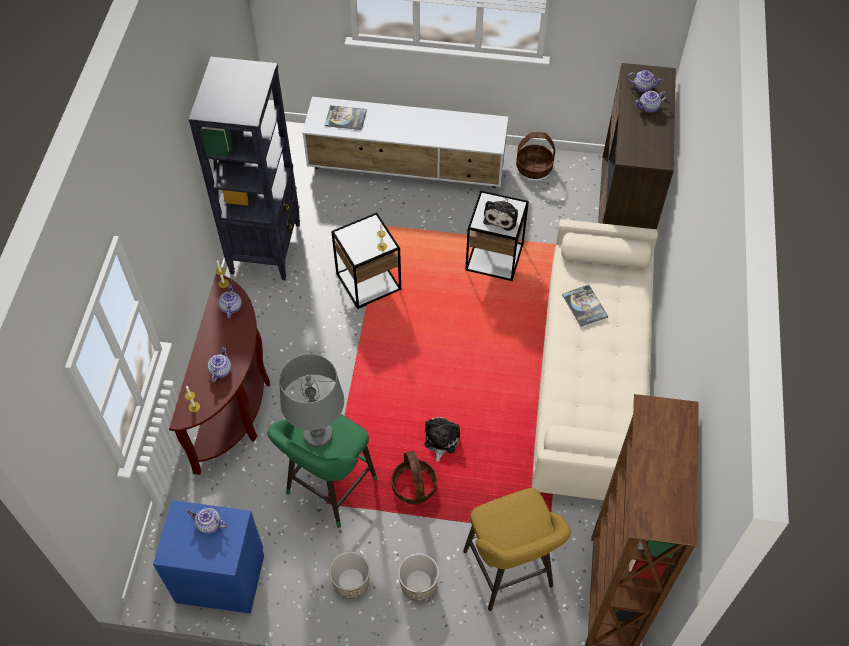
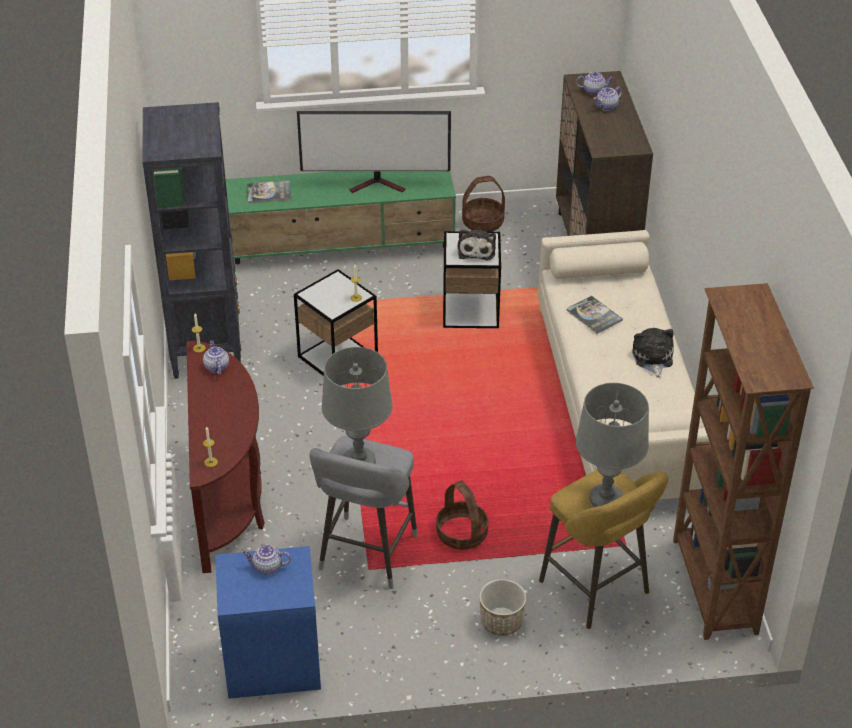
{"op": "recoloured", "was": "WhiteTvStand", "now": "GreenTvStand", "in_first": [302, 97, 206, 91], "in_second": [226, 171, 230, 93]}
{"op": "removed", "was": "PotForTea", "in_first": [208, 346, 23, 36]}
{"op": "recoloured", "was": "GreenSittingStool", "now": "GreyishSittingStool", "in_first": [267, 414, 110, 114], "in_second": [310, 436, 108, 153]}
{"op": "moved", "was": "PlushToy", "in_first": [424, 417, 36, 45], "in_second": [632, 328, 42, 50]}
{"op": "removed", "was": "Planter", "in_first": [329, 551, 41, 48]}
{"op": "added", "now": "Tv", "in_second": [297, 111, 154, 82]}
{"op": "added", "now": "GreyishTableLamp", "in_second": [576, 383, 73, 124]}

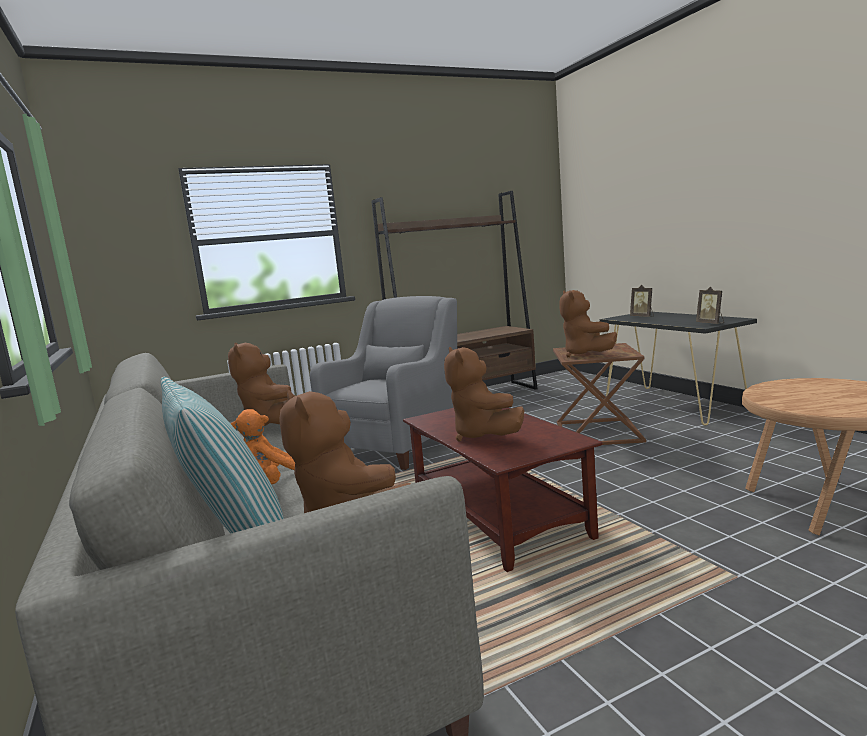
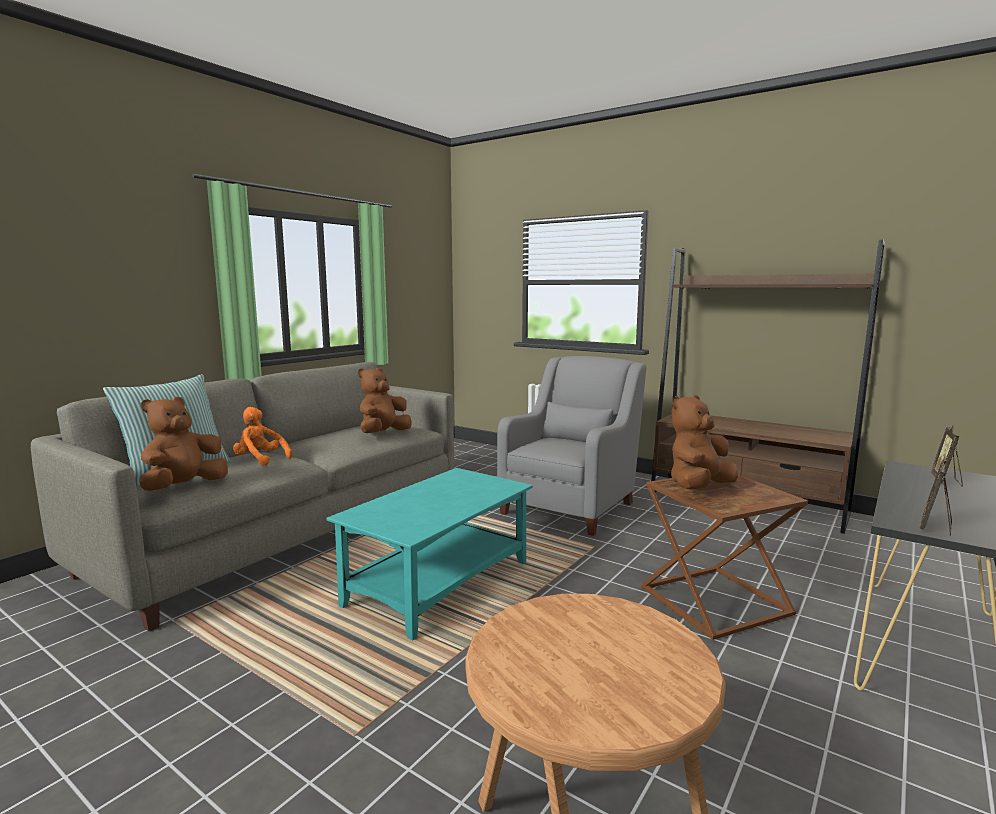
{"op": "turned", "was": "GreyishArmchair", "in_first": [310, 296, 147, 174], "in_second": [497, 356, 149, 180], "clockwise": -60}
{"op": "removed", "was": "BrownColouredPlushToy", "in_first": [444, 347, 80, 94]}
{"op": "recoloured", "was": "BrownColouredLoungeTable", "now": "TurquoiseColouredLoungeTable", "in_first": [403, 408, 200, 164], "in_second": [327, 468, 206, 172]}

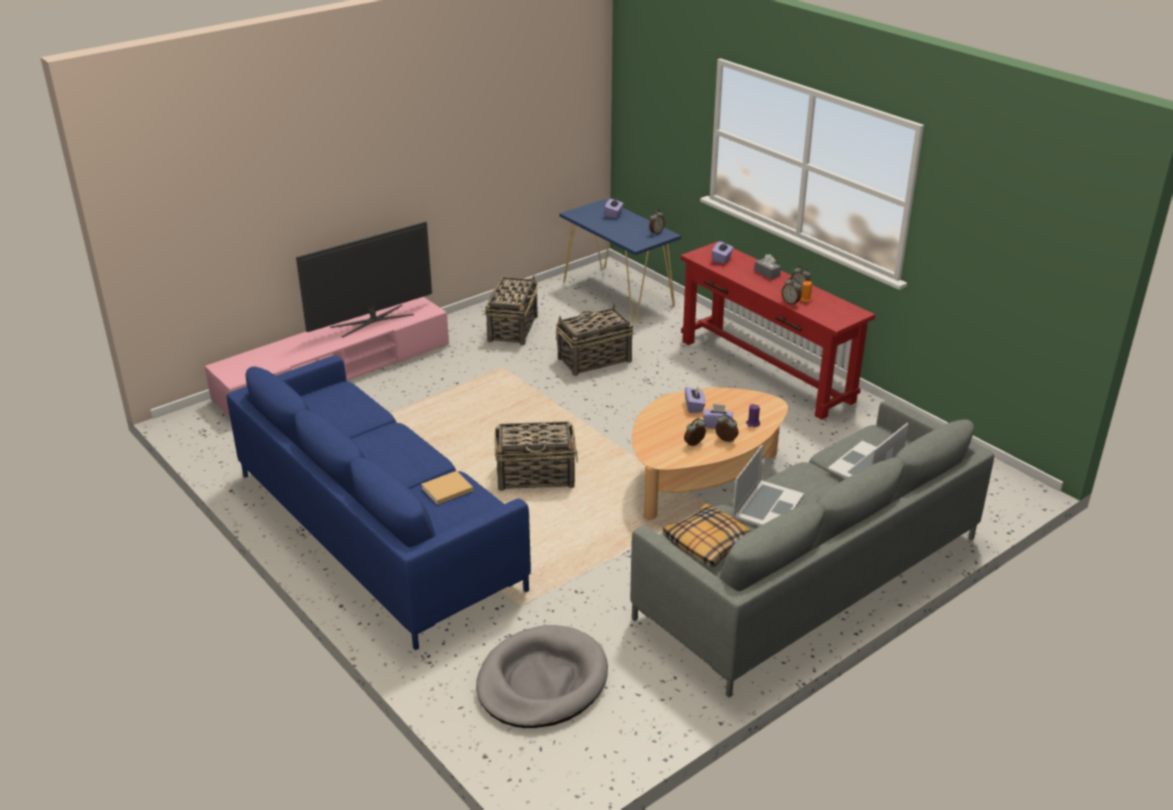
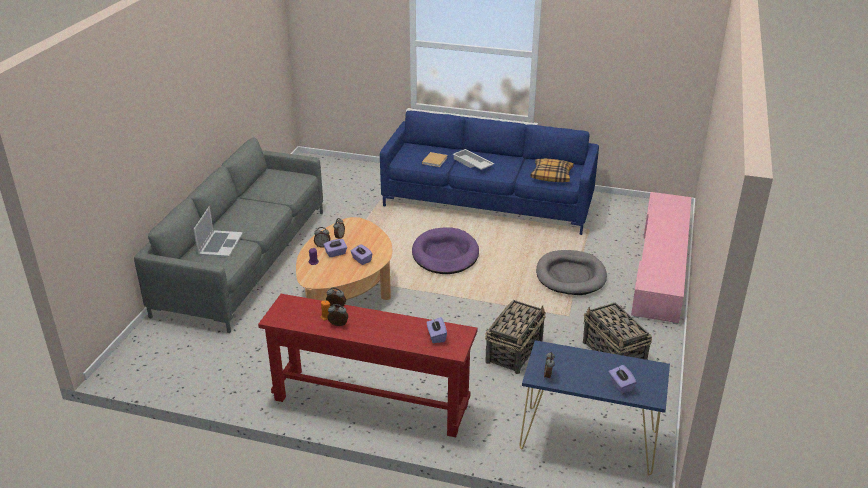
{"op": "removed", "was": "Tv", "in_first": [296, 221, 136, 116]}
{"op": "removed", "was": "GreyishTissueHolder", "in_first": [755, 254, 26, 25]}
{"op": "replaced", "was": "StorageBasket", "now": "PurpleDogCushion", "in_first": [494, 421, 84, 70], "in_second": [412, 227, 67, 47]}
{"op": "removed", "was": "PortableComputer", "in_first": [733, 445, 71, 81]}
{"op": "moved", "was": "ThrowPillow", "in_first": [663, 504, 88, 63], "in_second": [530, 159, 44, 23]}
{"op": "moved", "was": "GreyishDogCushion", "in_first": [476, 625, 132, 103], "in_second": [536, 250, 71, 45]}
{"op": "added", "now": "WhiteCarryingTray", "in_second": [453, 149, 41, 21]}

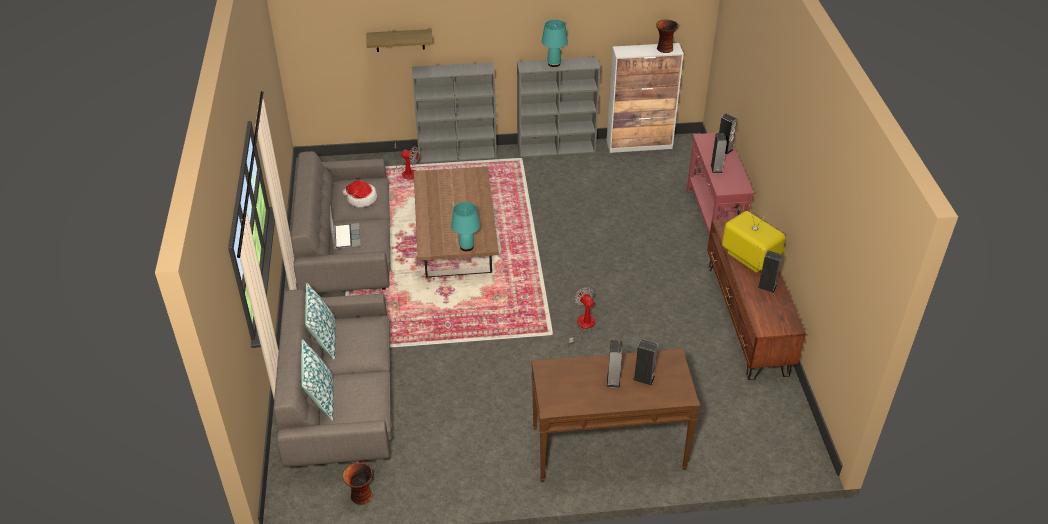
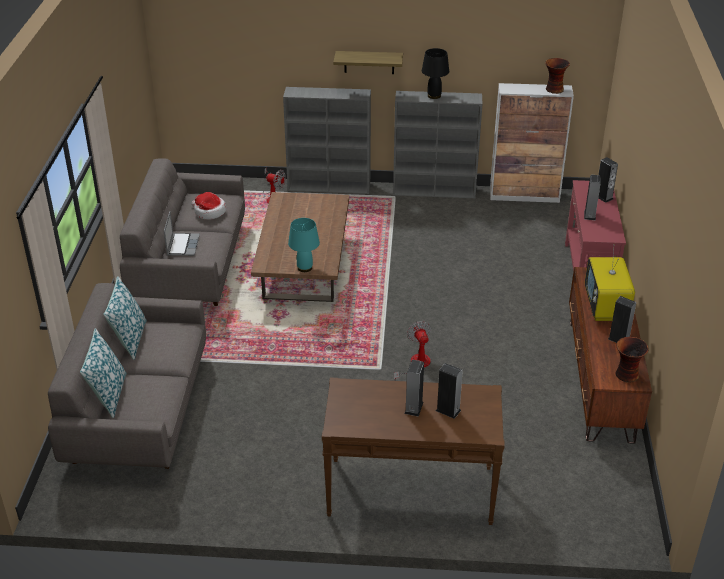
{"op": "recoloured", "was": "TurquoiseColouredTableLamp", "now": "BlackTableLamp", "in_first": [542, 20, 26, 47], "in_second": [422, 48, 27, 51]}
{"op": "moved", "was": "WallShelf", "in_first": [367, 29, 66, 23], "in_second": [333, 51, 70, 23]}
{"op": "turned", "was": "Tv", "in_first": [722, 205, 64, 68], "in_second": [585, 250, 50, 71], "clockwise": -150}
{"op": "moved", "was": "Vase", "in_first": [343, 463, 30, 42], "in_second": [615, 337, 34, 46]}

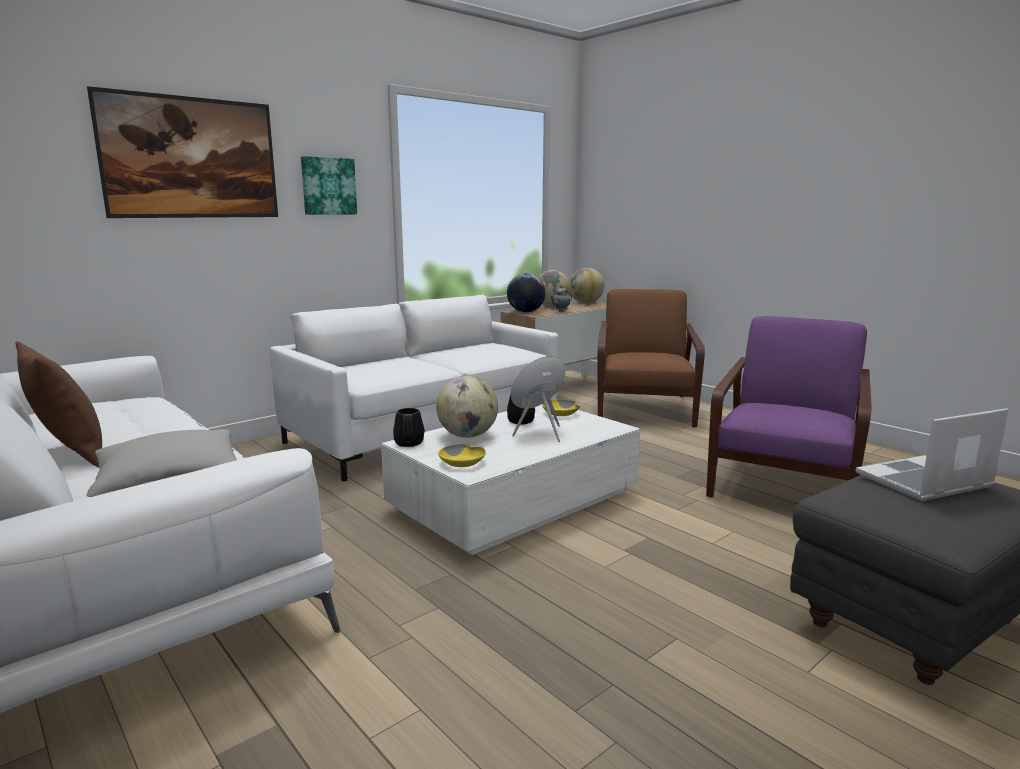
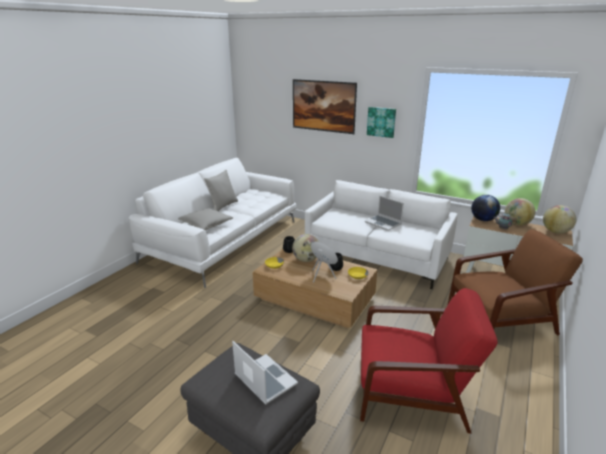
{"op": "recoloured", "was": "PurpleArmchair", "now": "RedColouredArmchair", "in_first": [706, 316, 166, 181], "in_second": [360, 288, 138, 146]}
{"op": "recoloured", "was": "BrownColouredThrowPillow", "now": "GreyishThrowPillow", "in_first": [15, 342, 87, 125], "in_second": [204, 170, 34, 41]}
{"op": "recoloured", "was": "WhiteLoungeTable", "now": "BrownColouredLoungeTable", "in_first": [381, 404, 259, 151], "in_second": [253, 249, 124, 79]}
{"op": "added", "now": "PortableComputer", "in_second": [365, 195, 39, 36]}

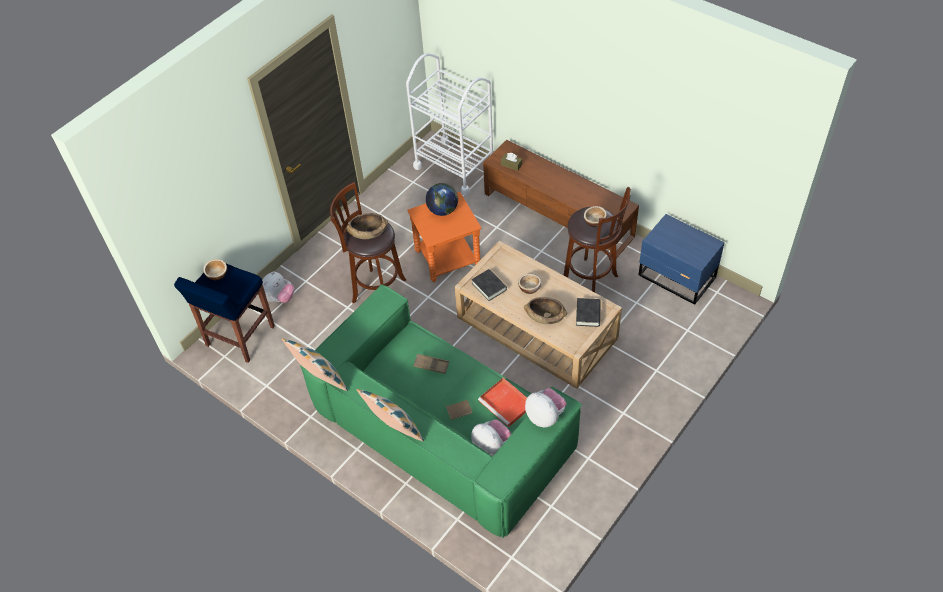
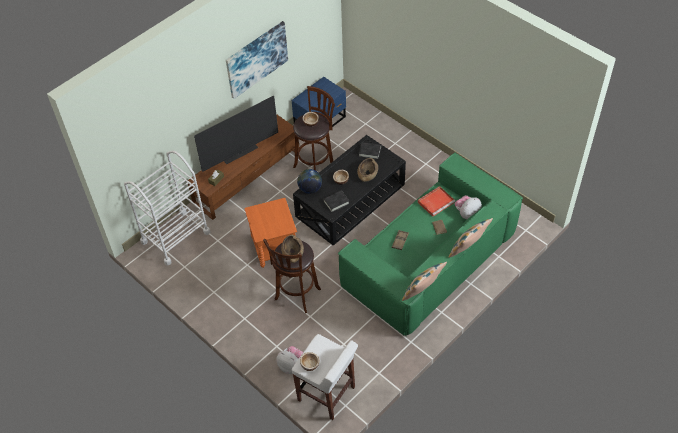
{"op": "moved", "was": "Globe", "in_first": [426, 183, 32, 33], "in_second": [297, 169, 25, 25]}
{"op": "recoloured", "was": "SandColouredLoungeTable", "now": "BlackLoungeTable", "in_first": [455, 241, 167, 148], "in_second": [293, 135, 113, 111]}
{"op": "recoloured", "was": "BlueSittingStool", "now": "WhiteSittingStool", "in_first": [174, 264, 101, 99], "in_second": [292, 334, 66, 86]}
{"op": "removed", "was": "PlushToy", "in_first": [525, 388, 41, 39]}
{"op": "added", "now": "Picture", "in_second": [226, 21, 62, 78]}
{"op": "added", "now": "Tv", "in_second": [194, 96, 84, 76]}

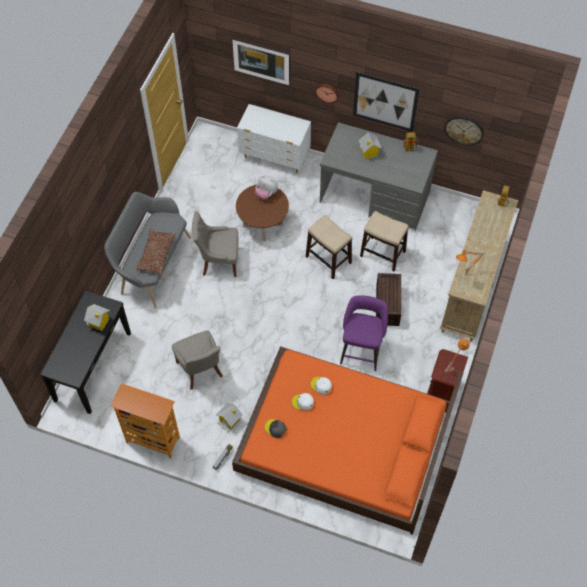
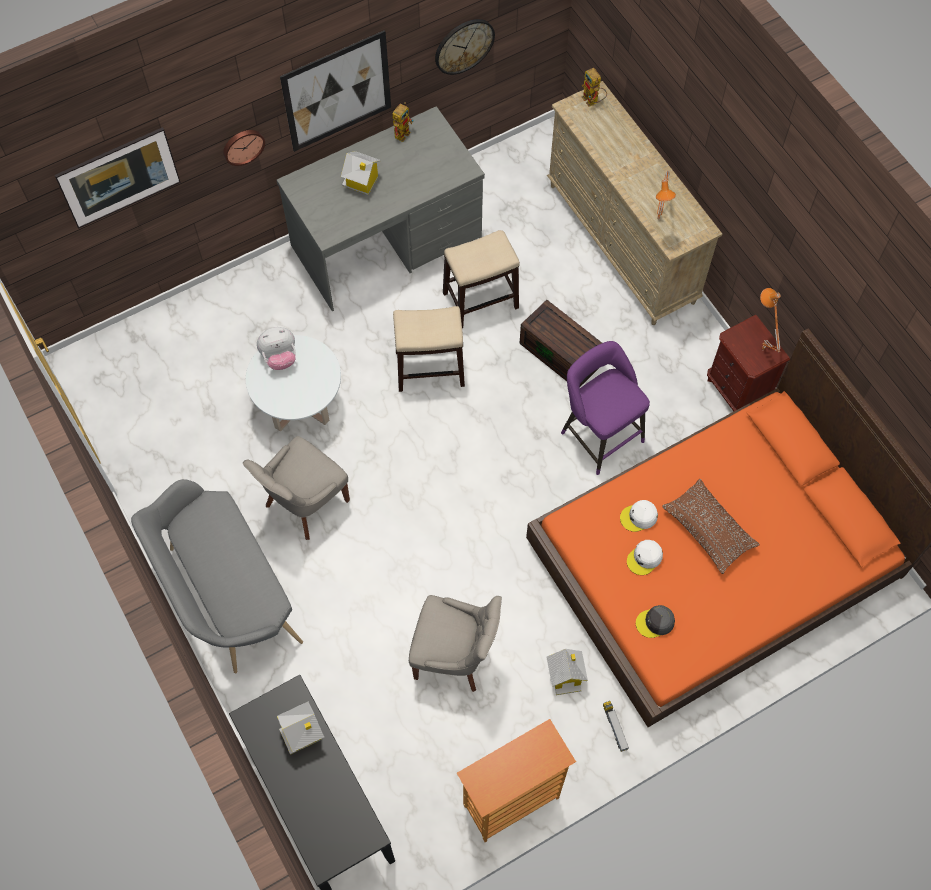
{"op": "removed", "was": "WhiteDresser", "in_first": [237, 104, 74, 69]}
{"op": "recoloured", "was": "BrownColouredLoungeTable", "now": "WhiteLoungeTable", "in_first": [236, 185, 53, 56], "in_second": [246, 335, 95, 96]}
{"op": "moved", "was": "BrownColouredThrowPillow", "in_first": [136, 229, 40, 46], "in_second": [662, 479, 98, 95]}

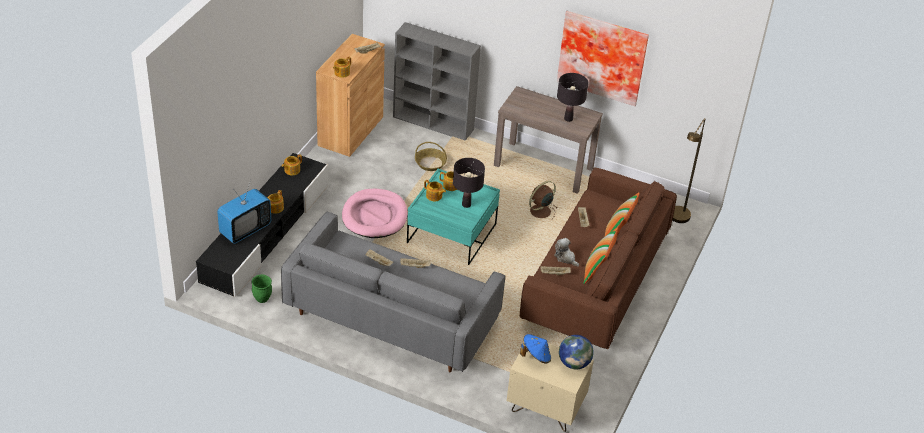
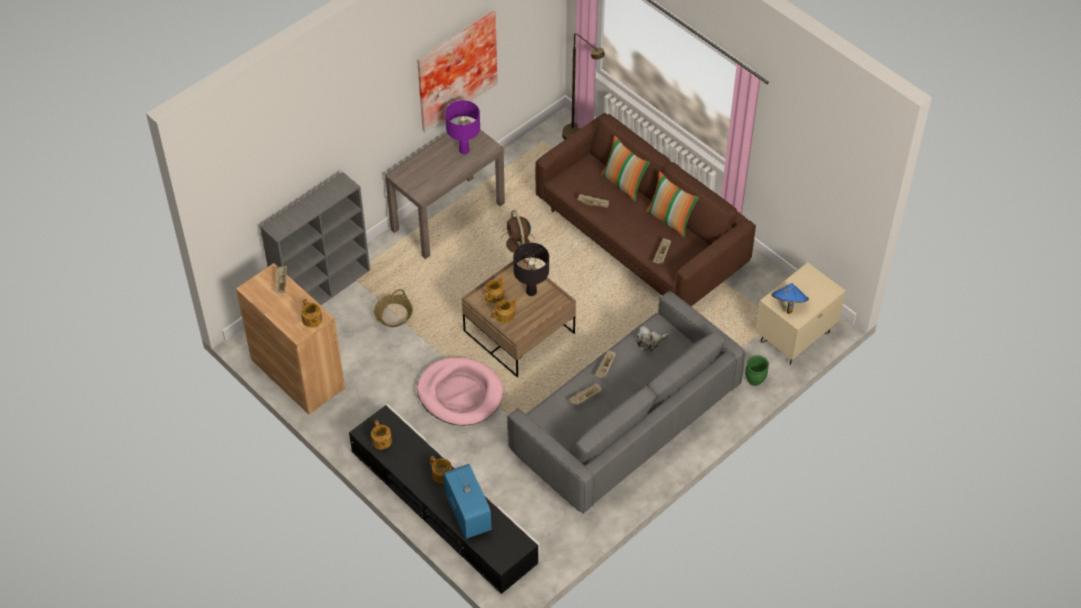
{"op": "recoloured", "was": "BlackTableLamp", "now": "PurpleTableLamp", "in_first": [557, 73, 31, 49], "in_second": [445, 100, 35, 54]}
{"op": "recoloured", "was": "TurquoiseColouredLoungeTable", "now": "BrownColouredLoungeTable", "in_first": [407, 169, 93, 96], "in_second": [462, 259, 114, 118]}
{"op": "moved", "was": "PlushToy", "in_first": [554, 238, 25, 28], "in_second": [636, 326, 34, 25]}
{"op": "moved", "was": "GreenPlanter", "in_first": [251, 274, 21, 29], "in_second": [745, 355, 24, 31]}
{"op": "removed", "was": "Globe", "in_first": [559, 335, 35, 35]}

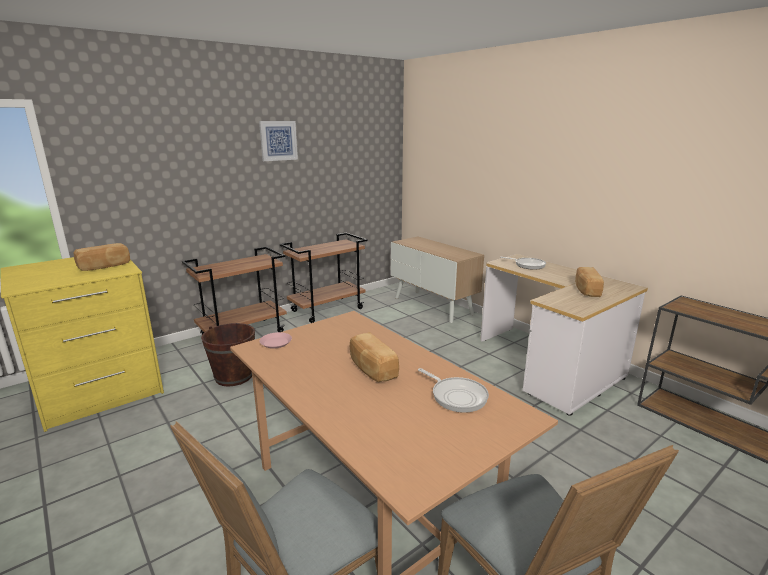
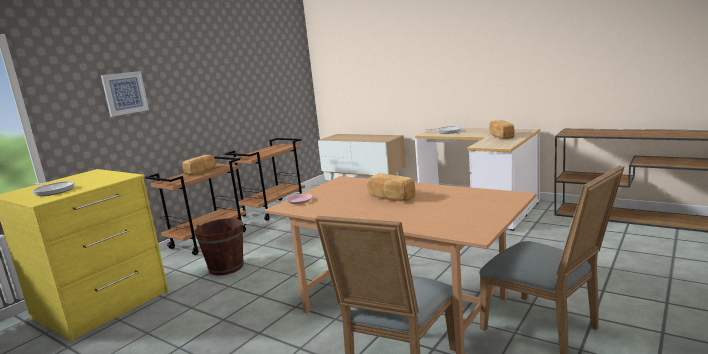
{"op": "moved", "was": "Picture", "in_first": [259, 121, 39, 40], "in_second": [101, 71, 48, 46]}
{"op": "moved", "was": "BakeryBread", "in_first": [74, 243, 56, 28], "in_second": [182, 155, 34, 20]}
{"op": "moved", "was": "Skillet", "in_first": [418, 368, 71, 45], "in_second": [33, 181, 42, 15]}

